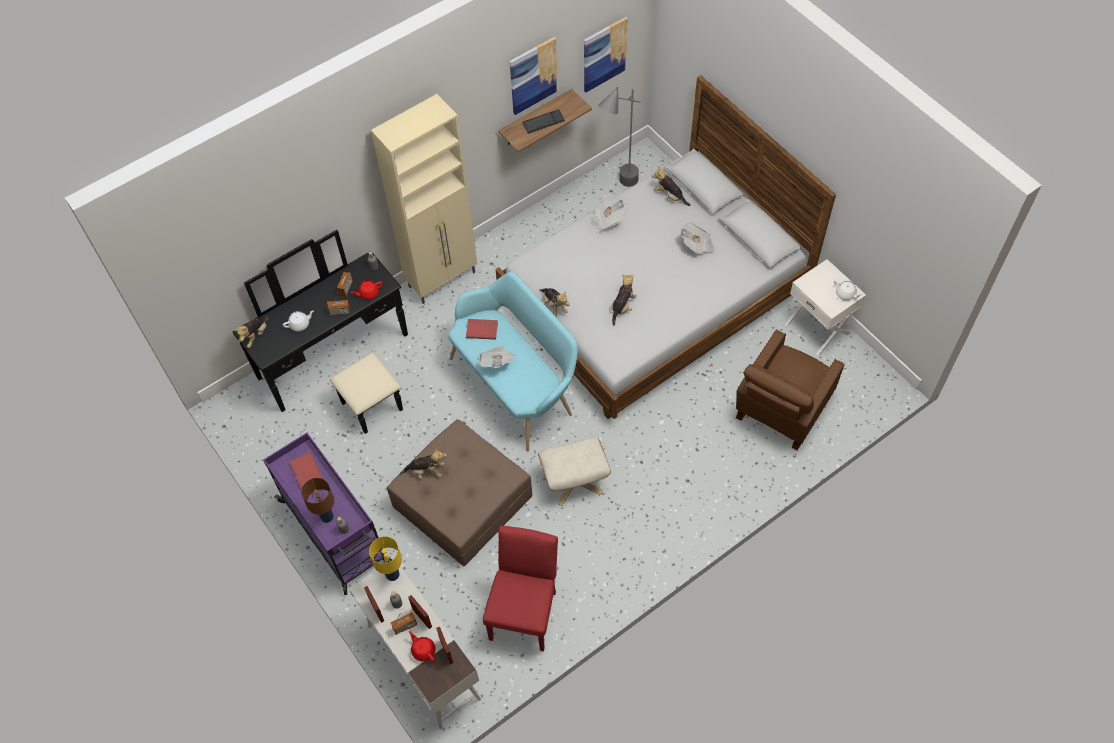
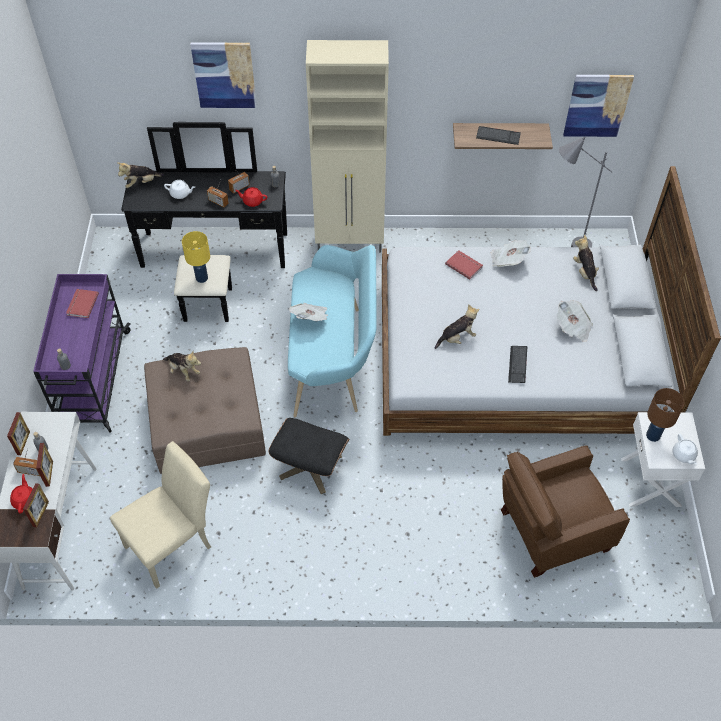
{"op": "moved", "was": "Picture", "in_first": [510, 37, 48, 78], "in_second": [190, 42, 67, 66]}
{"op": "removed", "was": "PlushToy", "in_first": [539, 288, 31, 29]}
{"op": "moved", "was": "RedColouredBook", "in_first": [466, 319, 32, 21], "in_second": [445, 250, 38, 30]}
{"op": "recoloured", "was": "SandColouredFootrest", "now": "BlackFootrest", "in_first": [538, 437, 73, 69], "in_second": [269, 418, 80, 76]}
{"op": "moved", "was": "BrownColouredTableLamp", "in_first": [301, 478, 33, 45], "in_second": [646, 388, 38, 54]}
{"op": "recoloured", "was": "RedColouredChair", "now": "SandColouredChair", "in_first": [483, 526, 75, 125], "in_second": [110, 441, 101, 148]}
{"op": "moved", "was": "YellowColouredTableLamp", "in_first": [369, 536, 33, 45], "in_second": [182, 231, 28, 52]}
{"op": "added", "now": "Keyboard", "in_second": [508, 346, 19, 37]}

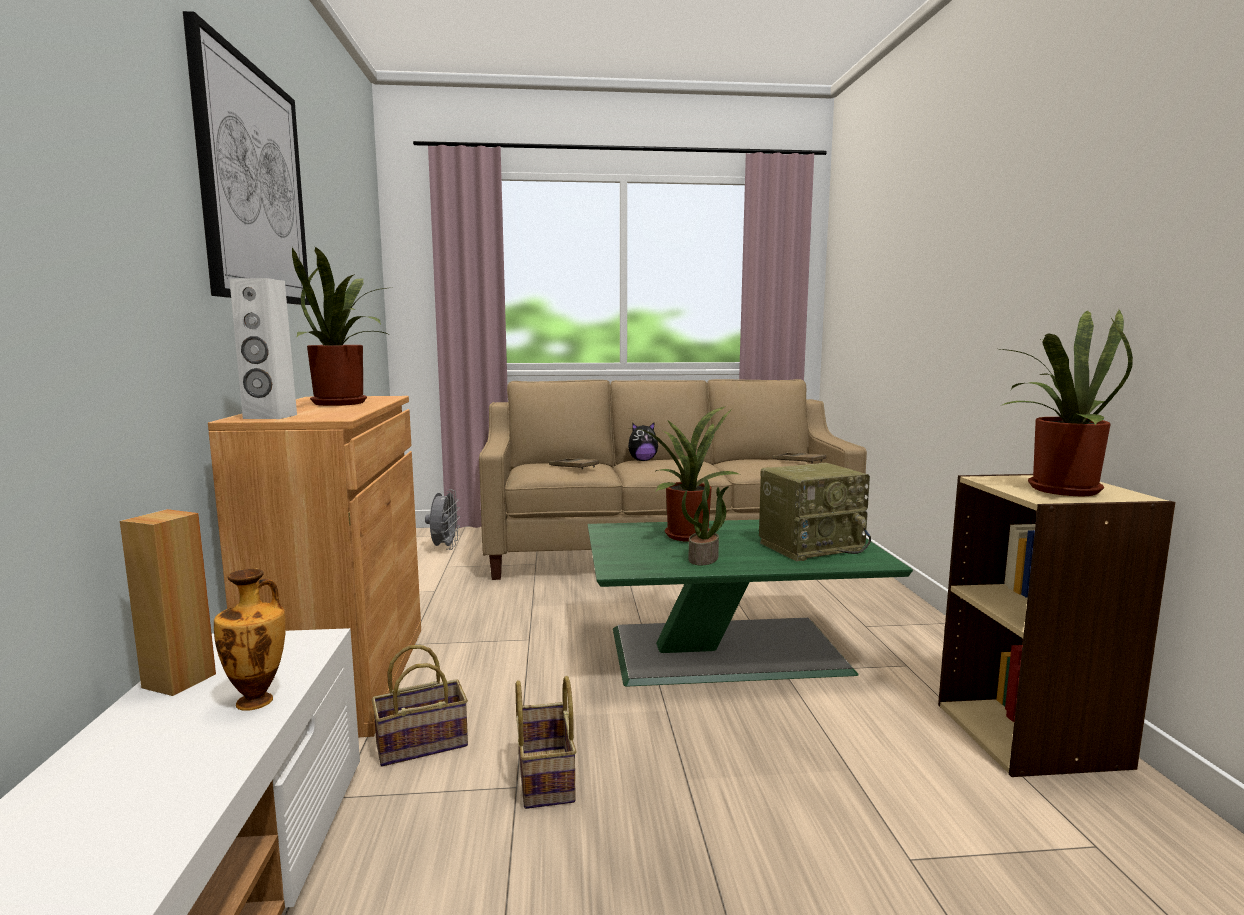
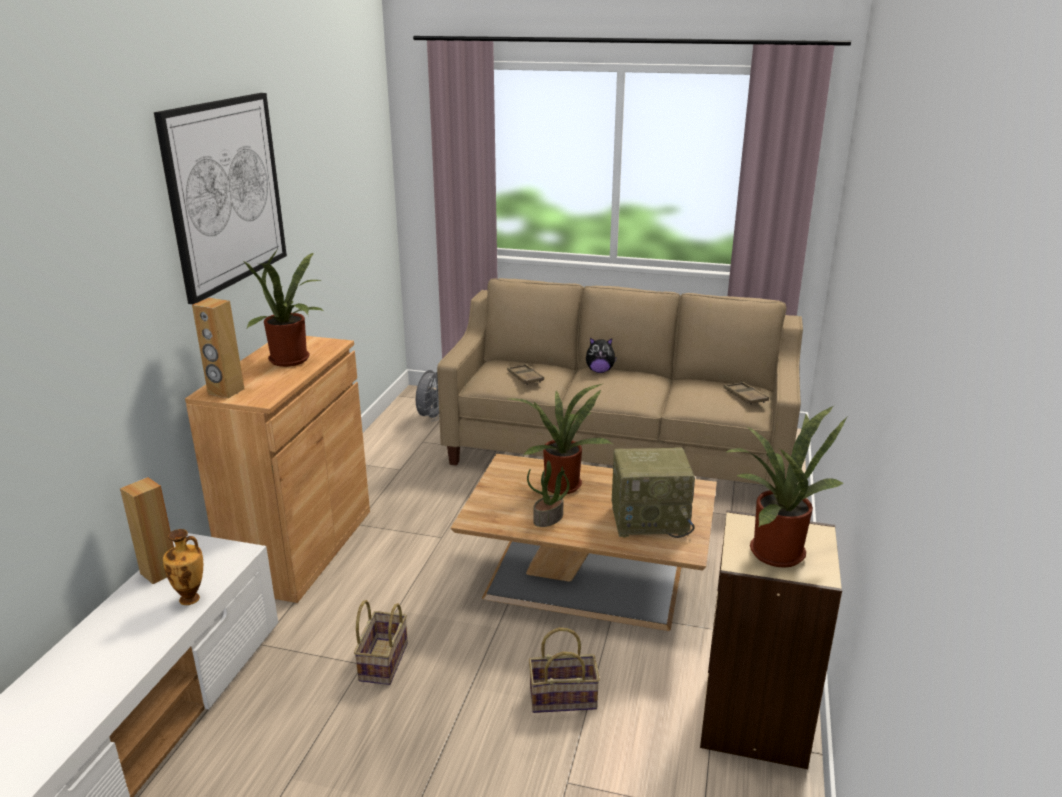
{"op": "recoloured", "was": "WhiteSpeaker", "now": "BrownColouredSpeaker", "in_first": [229, 278, 68, 141], "in_second": [192, 298, 52, 100]}
{"op": "recoloured", "was": "GreenLoungeTable", "now": "BrownColouredLoungeTable", "in_first": [588, 520, 325, 167], "in_second": [451, 454, 266, 177]}
{"op": "moved", "was": "StorageBasket", "in_first": [372, 645, 96, 121], "in_second": [529, 628, 71, 85]}

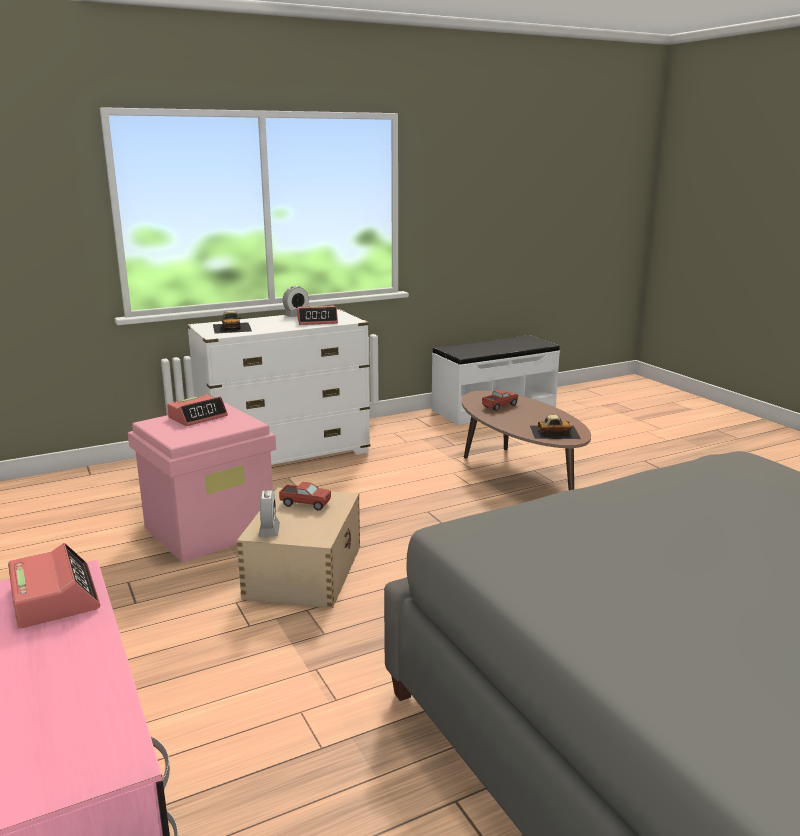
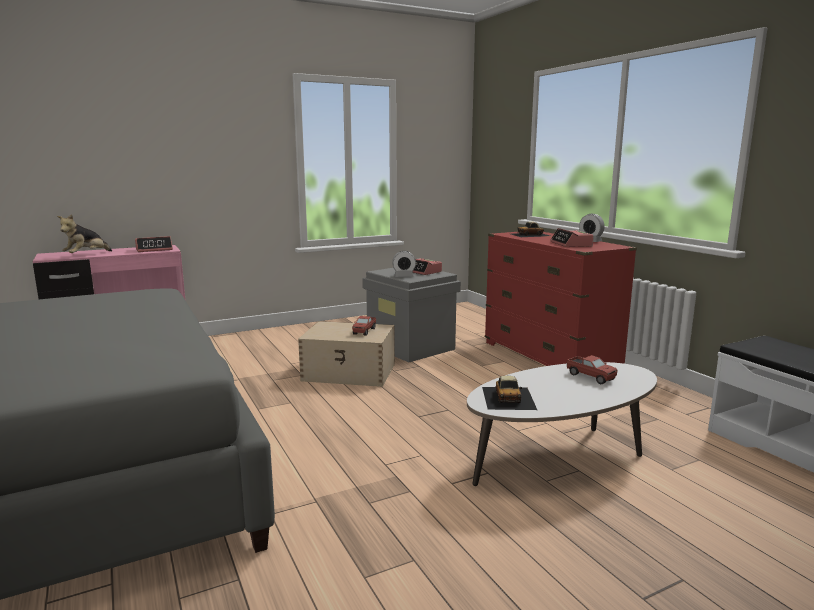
{"op": "recoloured", "was": "WhiteDresser", "now": "RedColouredDresser", "in_first": [187, 309, 184, 156], "in_second": [485, 232, 152, 134]}
{"op": "recoloured", "was": "BrownColouredLoungeTable", "now": "WhiteLoungeTable", "in_first": [462, 391, 129, 99], "in_second": [467, 362, 190, 124]}
{"op": "recoloured", "was": "PinkStorageContainer", "now": "GreyishStorageContainer", "in_first": [128, 403, 148, 160], "in_second": [362, 268, 99, 94]}
{"op": "moved", "was": "BedsideClock", "in_first": [258, 490, 22, 47], "in_second": [392, 251, 24, 26]}
{"op": "added", "now": "PlushToy", "in_second": [57, 214, 55, 39]}

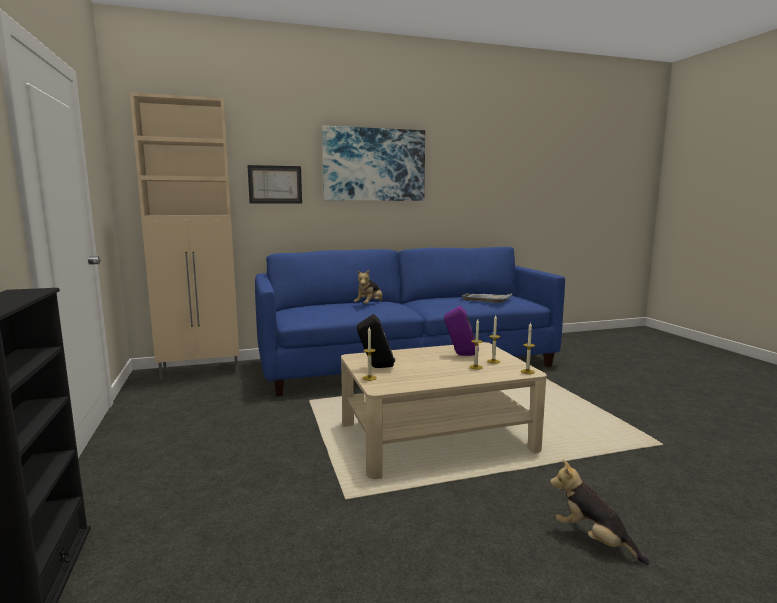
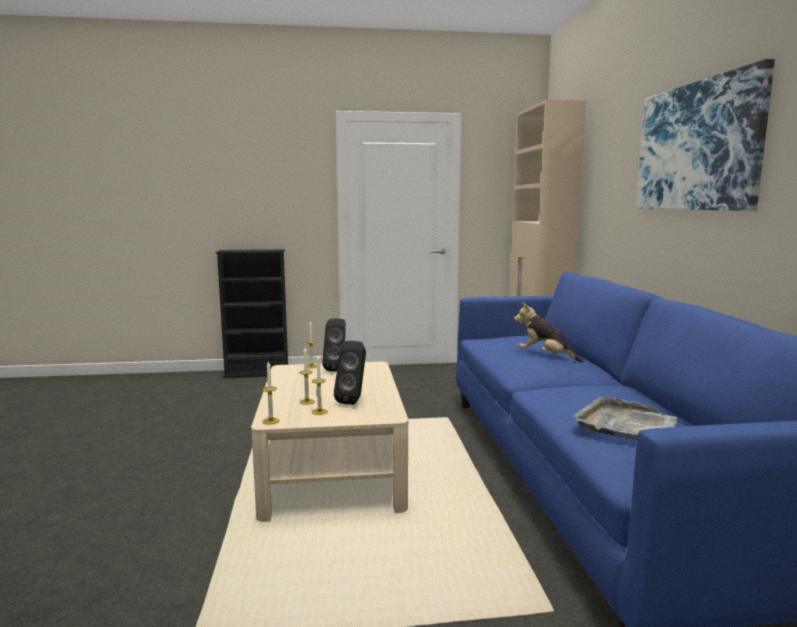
{"op": "removed", "was": "Picture", "in_first": [247, 165, 55, 38]}
{"op": "recoloured", "was": "PurpleSpeaker", "now": "BlackSpeaker", "in_first": [444, 306, 35, 50], "in_second": [334, 341, 32, 64]}
{"op": "removed", "was": "PlushToy", "in_first": [550, 460, 100, 105]}

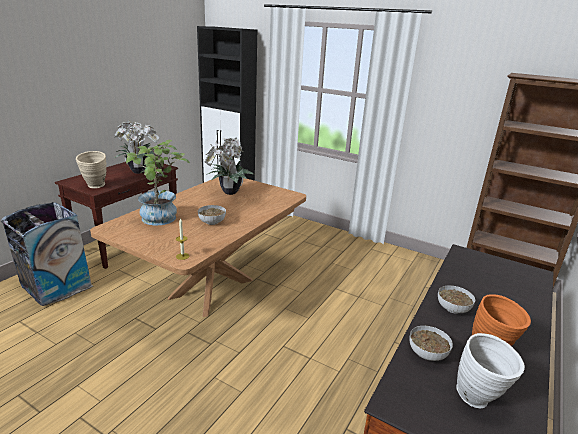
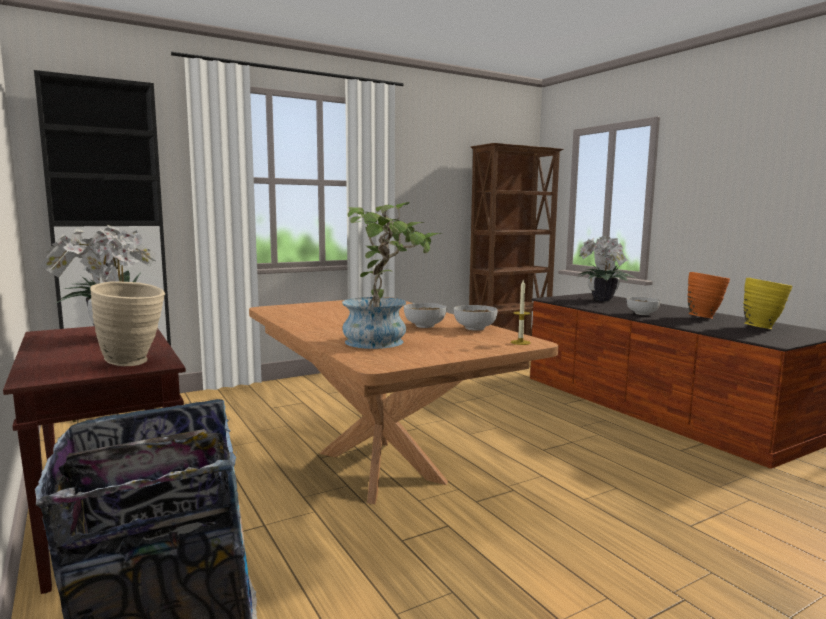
{"op": "moved", "was": "Houseplant", "in_first": [205, 137, 49, 58], "in_second": [577, 235, 58, 66]}
{"op": "moved", "was": "DeepDish", "in_first": [409, 326, 44, 35], "in_second": [454, 305, 44, 26]}
{"op": "recoloured", "was": "WhiteVase", "now": "YellowColouredVase", "in_first": [456, 333, 69, 76], "in_second": [743, 278, 50, 51]}

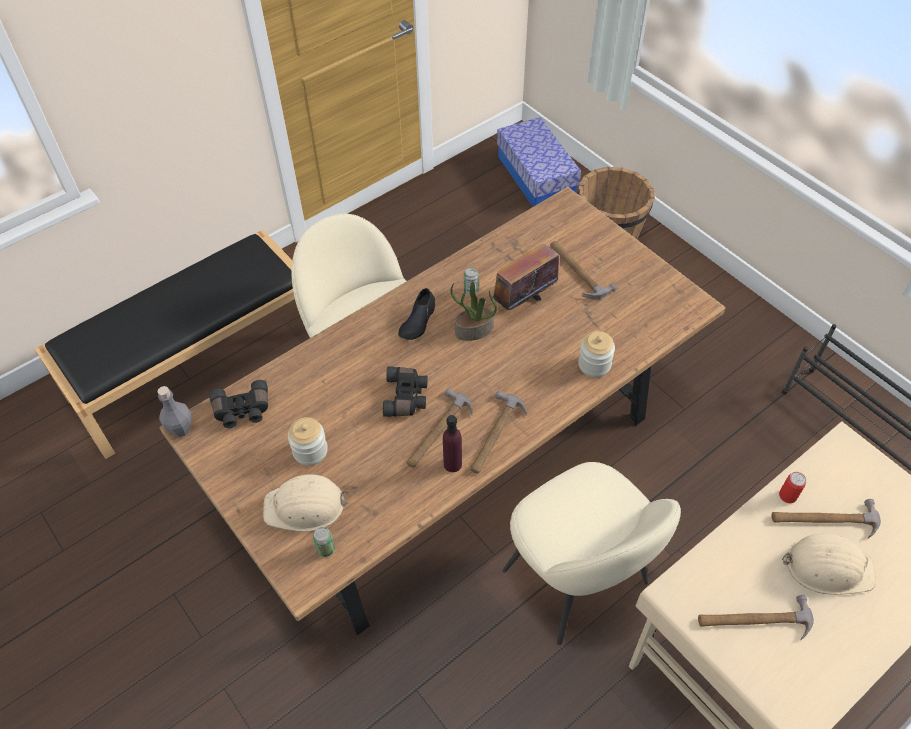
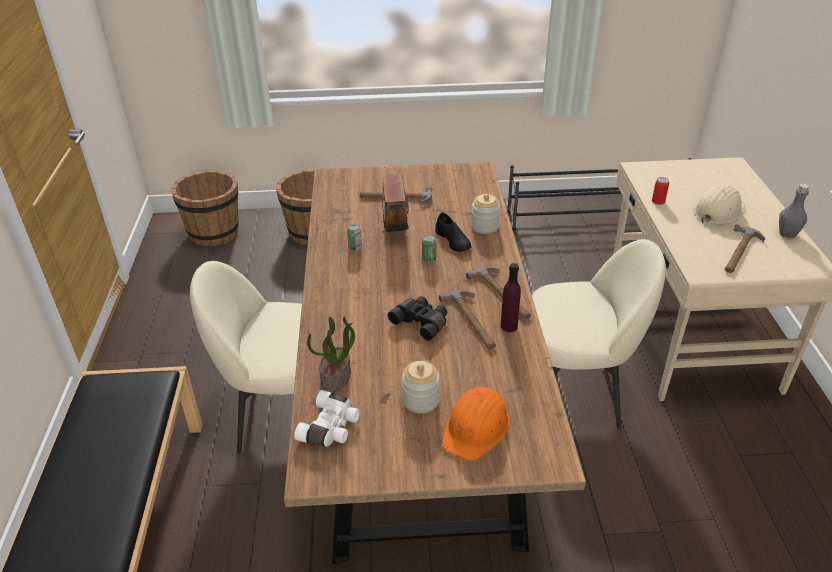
{"op": "replaced", "was": "StorageContainer", "now": "BrownColouredBucket", "in_first": [497, 117, 84, 90], "in_second": [171, 170, 68, 76]}
{"op": "moved", "was": "Houseplant", "in_first": [451, 282, 46, 59], "in_second": [307, 317, 48, 76]}
{"op": "moved", "was": "BlackShoe", "in_first": [398, 288, 37, 52], "in_second": [435, 212, 36, 40]}
{"op": "recoloured", "was": "BlackPairOfBinoculars", "now": "WhitePairOfBinoculars", "in_first": [209, 380, 59, 48], "in_second": [294, 390, 66, 57]}
{"op": "moved", "was": "GreyishBeverageBottle", "in_first": [158, 386, 34, 51], "in_second": [779, 184, 30, 54]}
{"op": "recoloured", "was": "SandColouredSafetyHelmet", "now": "OrangeSafetyHelmet", "in_first": [263, 475, 86, 57], "in_second": [442, 387, 68, 74]}
{"op": "removed", "was": "ToolHammer", "in_first": [772, 499, 109, 40]}
{"op": "moved", "was": "SealedCan", "in_first": [313, 527, 22, 30], "in_second": [422, 235, 14, 28]}

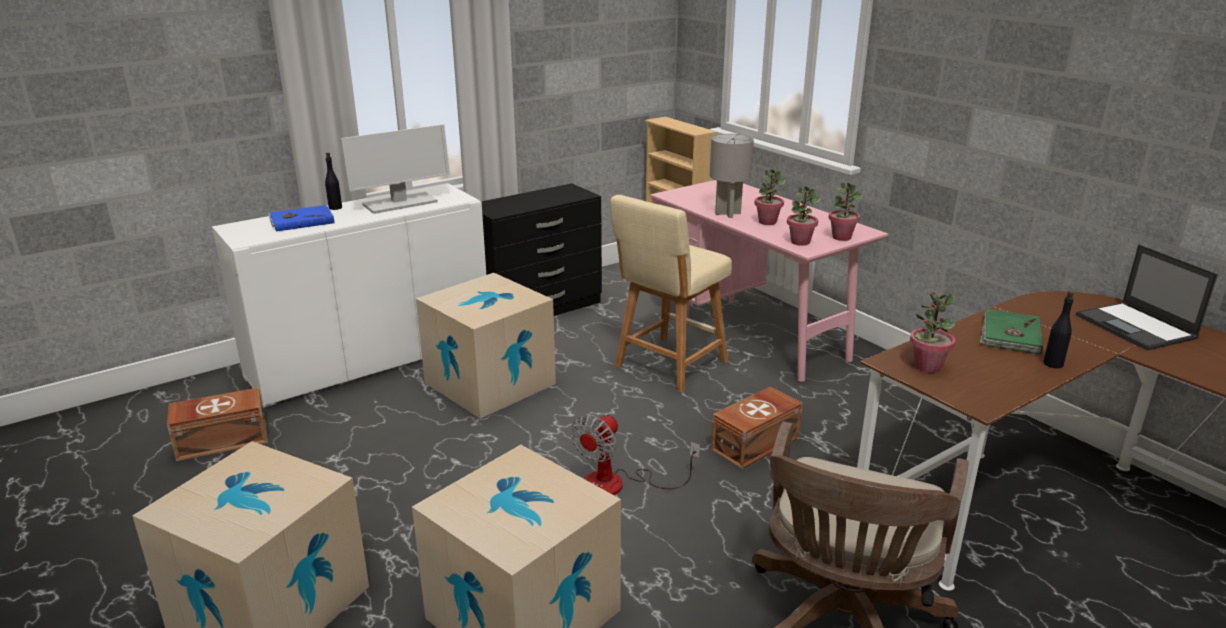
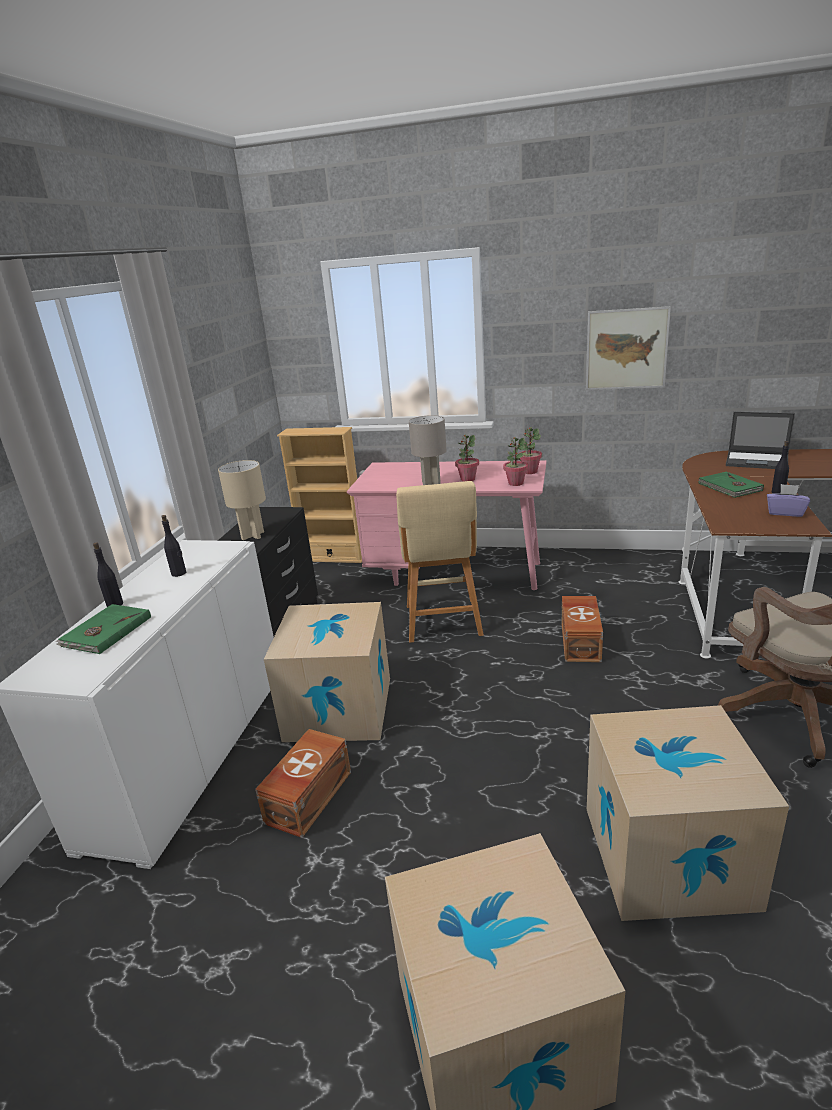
{"op": "replaced", "was": "ComputerDisplay", "now": "BlackBeverageBottle", "in_first": [340, 124, 110, 90], "in_second": [161, 515, 25, 62]}
{"op": "recoloured", "was": "BlueBook", "now": "GreenBook", "in_first": [268, 205, 67, 27], "in_second": [56, 604, 95, 50]}
{"op": "removed", "was": "Houseplant", "in_first": [910, 291, 45, 82]}
{"op": "moved", "was": "BrownColouredStorageContainer", "in_first": [167, 387, 101, 74], "in_second": [255, 729, 96, 109]}
{"op": "removed", "was": "CoolingFan", "in_first": [571, 414, 129, 81]}
{"op": "added", "now": "Picture", "in_second": [586, 306, 85, 84]}
{"op": "added", "now": "SandColouredTableLamp", "in_second": [218, 460, 48, 80]}
{"op": "added", "now": "PurpleTissueHolder", "in_second": [767, 484, 43, 33]}

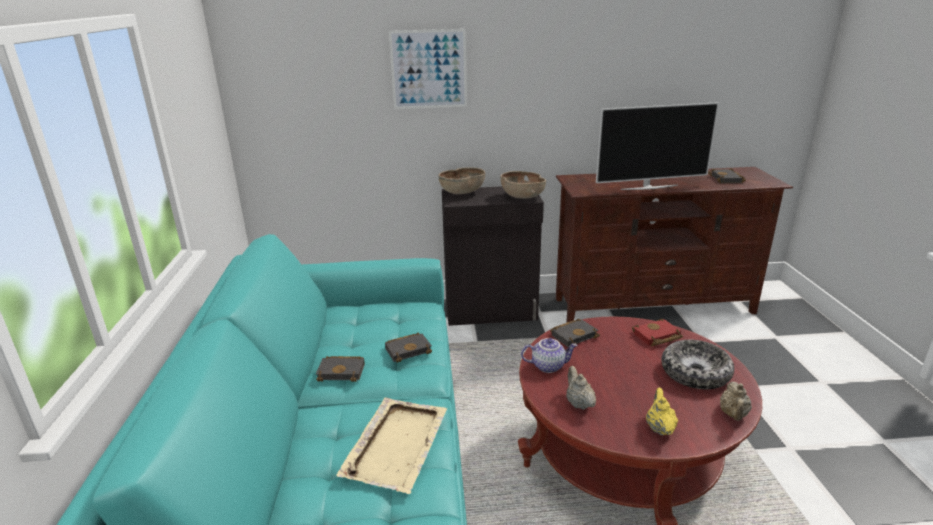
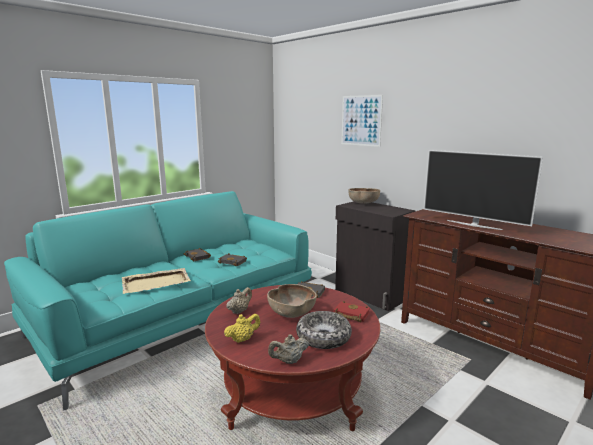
{"op": "removed", "was": "BlackBook", "in_first": [708, 168, 38, 15]}
{"op": "moved", "was": "BrownColouredDeepDish", "in_first": [500, 171, 46, 28], "in_second": [267, 284, 50, 34]}
{"op": "removed", "was": "PotForTea", "in_first": [521, 338, 57, 35]}

